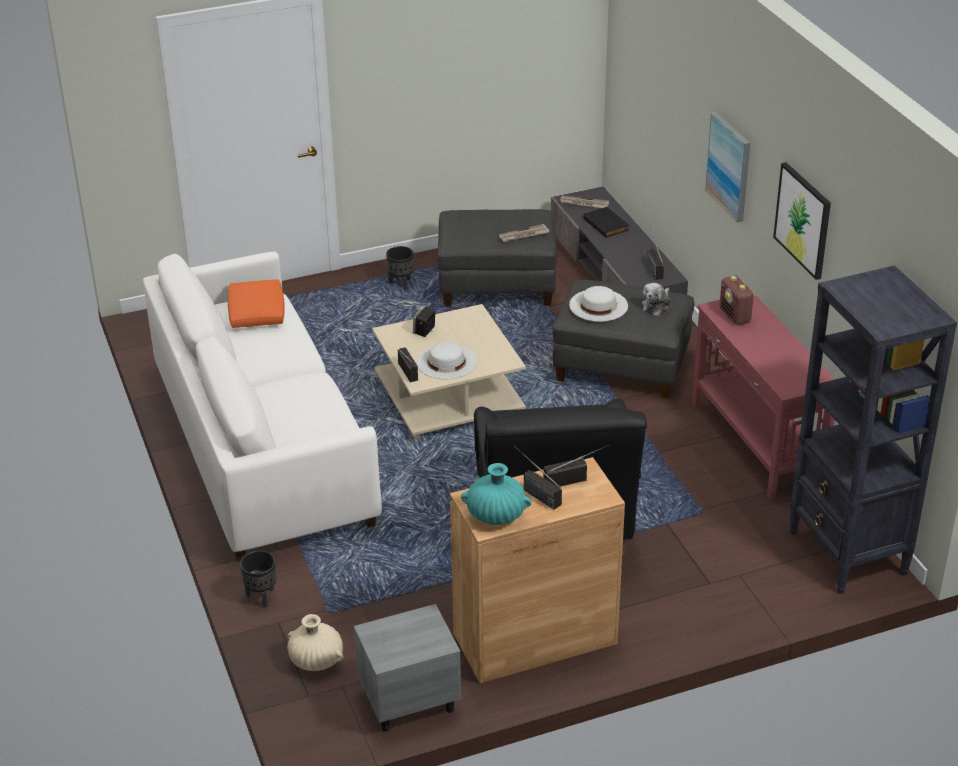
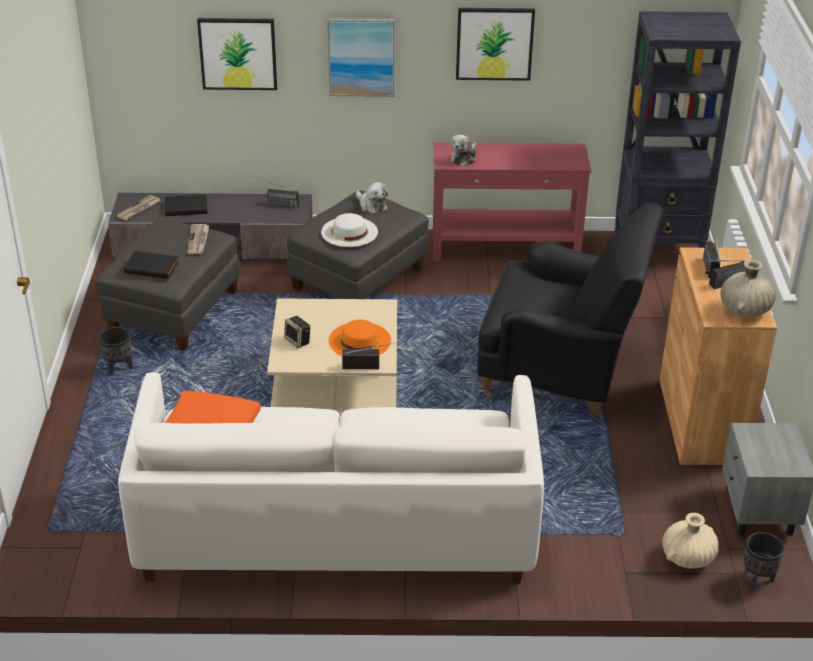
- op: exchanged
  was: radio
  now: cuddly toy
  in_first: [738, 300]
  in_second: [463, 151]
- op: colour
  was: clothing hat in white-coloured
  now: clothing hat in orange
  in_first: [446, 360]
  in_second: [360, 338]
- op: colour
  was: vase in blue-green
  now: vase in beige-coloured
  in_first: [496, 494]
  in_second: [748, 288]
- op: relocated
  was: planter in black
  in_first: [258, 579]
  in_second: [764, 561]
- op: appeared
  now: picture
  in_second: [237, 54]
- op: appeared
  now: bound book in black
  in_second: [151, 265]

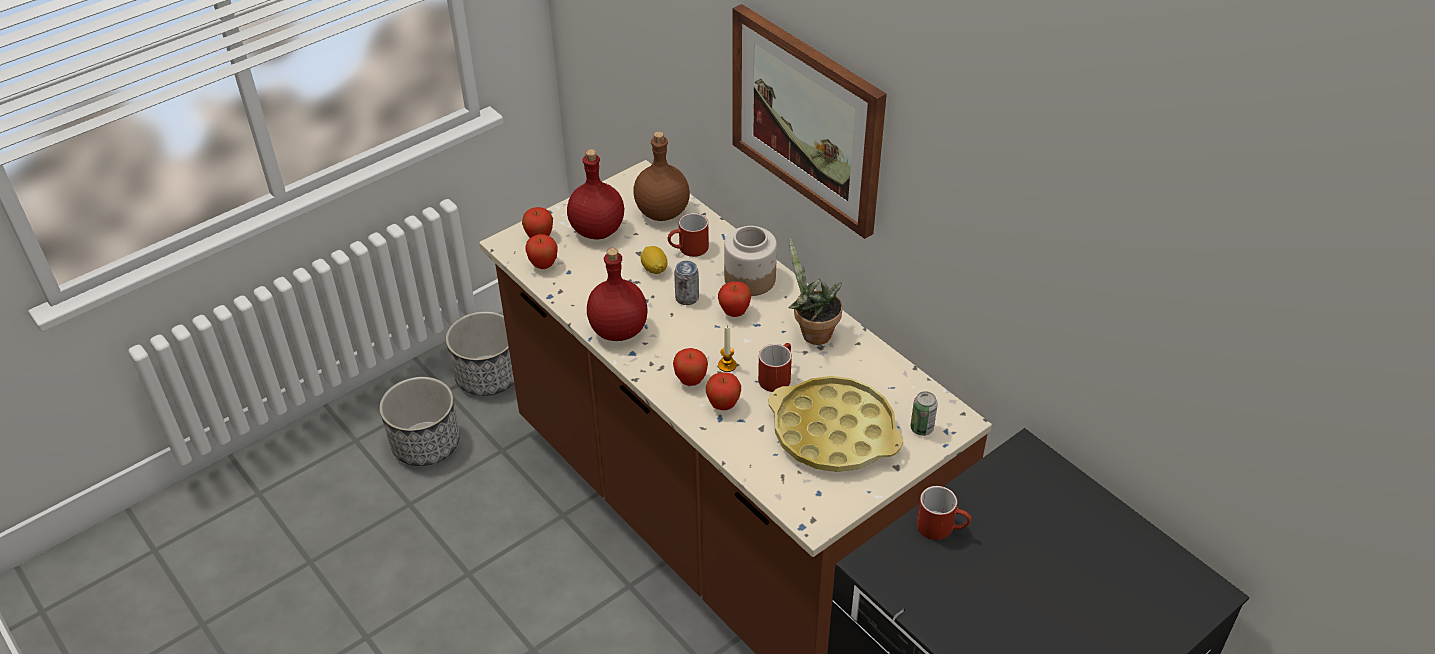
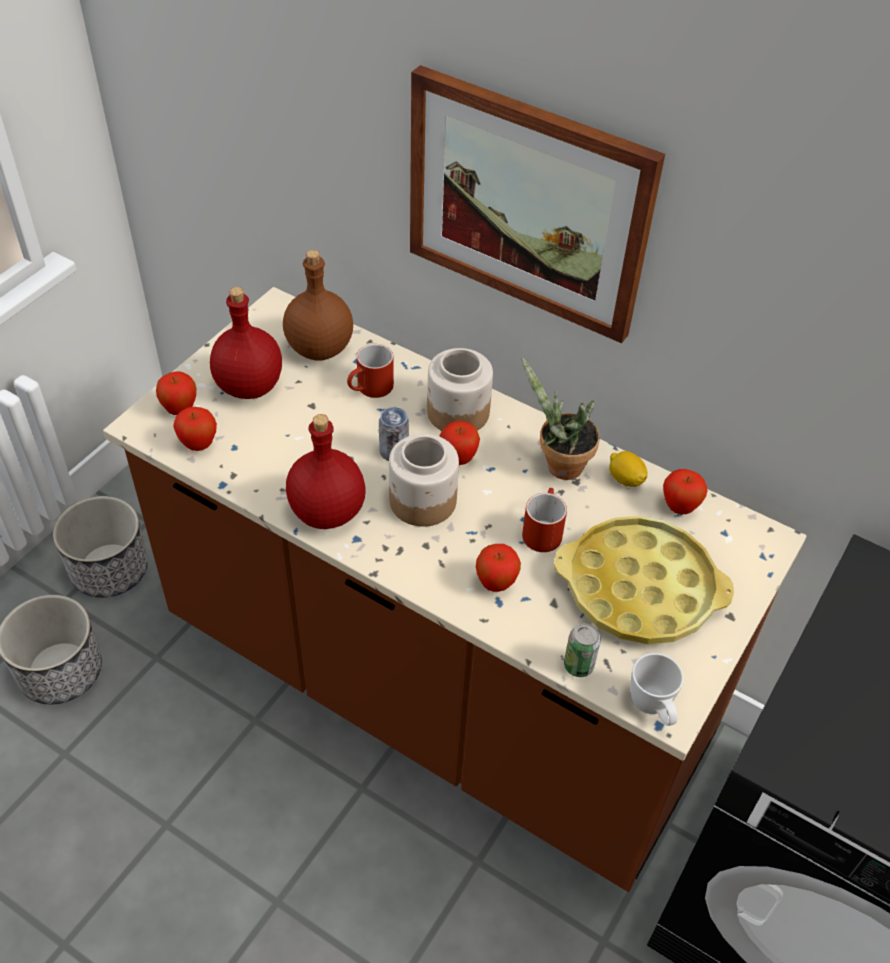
- op: relocated
  was: lemon
  in_first: [654, 260]
  in_second: [628, 469]
- op: missing
  was: candle
  in_first: [727, 349]
- op: relocated
  was: whole apple
  in_first: [690, 367]
  in_second: [685, 492]
- op: relocated
  was: can
  in_first: [924, 413]
  in_second: [582, 650]
- op: missing
  was: tea mug in reddish
  in_first: [943, 513]
- op: appeared
  now: storage jar
  in_second: [424, 480]
- op: appeared
  now: tea mug in white-coloured
  in_second: [657, 689]

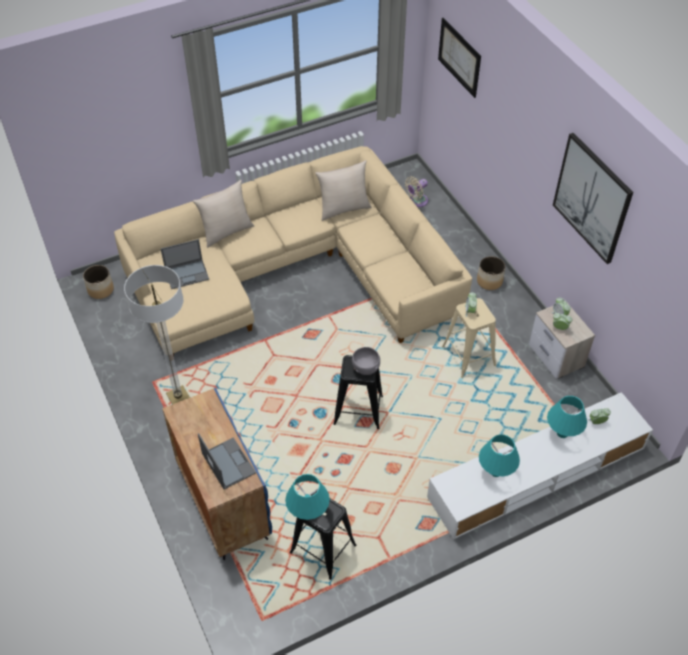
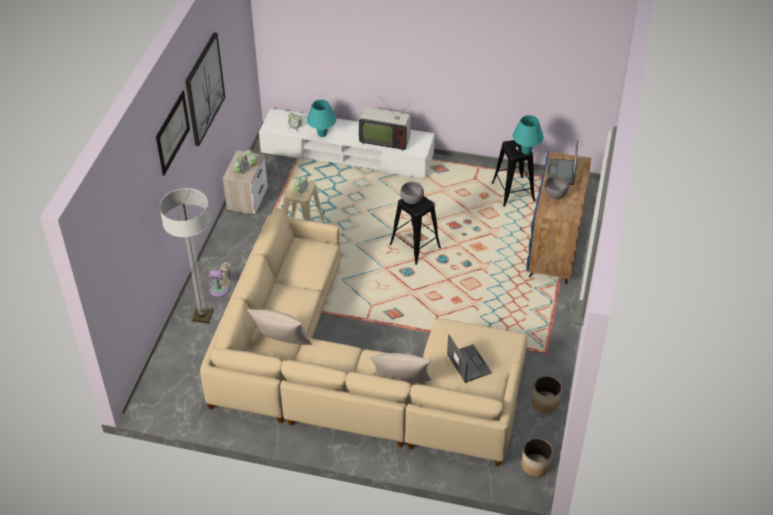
- op: relocated
  was: picture
  in_first: [459, 58]
  in_second: [173, 133]
- op: relocated
  was: cooling fan in beige-coloured
  in_first: [416, 191]
  in_second: [220, 279]
- op: spun
  was: notebook computer
  in_first: [185, 264]
  in_second: [469, 358]
  clockwise: 45
- op: relocated
  was: planter
  in_first: [491, 273]
  in_second: [547, 394]
- op: relocated
  was: floor lamp
  in_first: [157, 335]
  in_second: [186, 255]
- op: exchanged
  was: lamp for a table in blue-green
  now: TV set
  in_first: [499, 455]
  in_second: [385, 124]
- op: appeared
  now: deep dish in gray
  in_second: [556, 187]

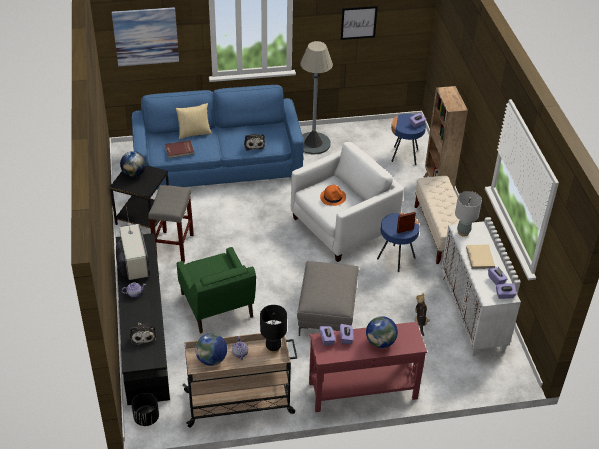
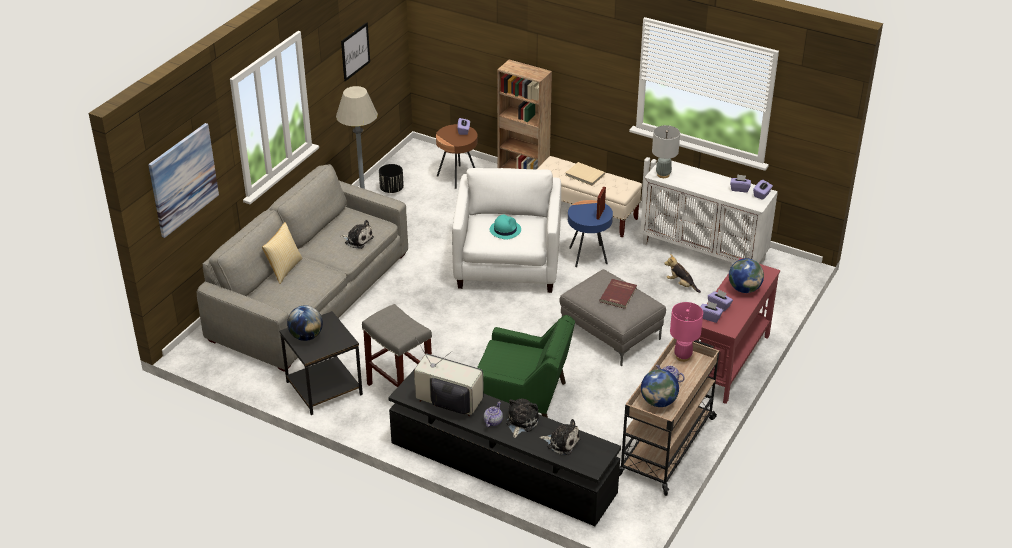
- op: colour
  was: sofa in blue-coloured
  now: sofa in gray
  in_first: [218, 137]
  in_second: [302, 268]
- op: colour
  was: accent table in blue-coloured
  now: accent table in brown
  in_first: [408, 139]
  in_second: [457, 156]
- op: relocated
  was: bound book in reddish
  in_first: [179, 149]
  in_second: [618, 294]
- op: colour
  was: clothing hat in orange
  now: clothing hat in blue-green
  in_first: [333, 195]
  in_second: [505, 227]
- op: relocated
  was: bound book in beige-coloured
  in_first: [480, 256]
  in_second: [585, 174]
- op: colour
  was: lamp for a table in black
  now: lamp for a table in pink-coloured
  in_first: [273, 329]
  in_second: [686, 332]
- op: relocated
  was: planter in black
  in_first: [145, 409]
  in_second: [391, 178]
- op: appeared
  now: cuddly toy
  in_second: [522, 418]

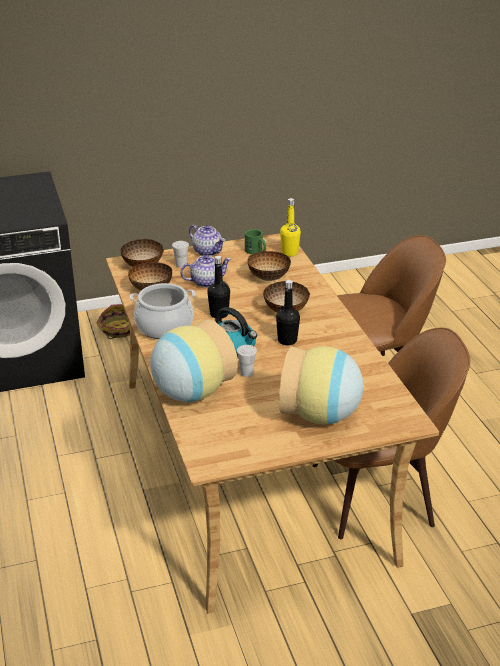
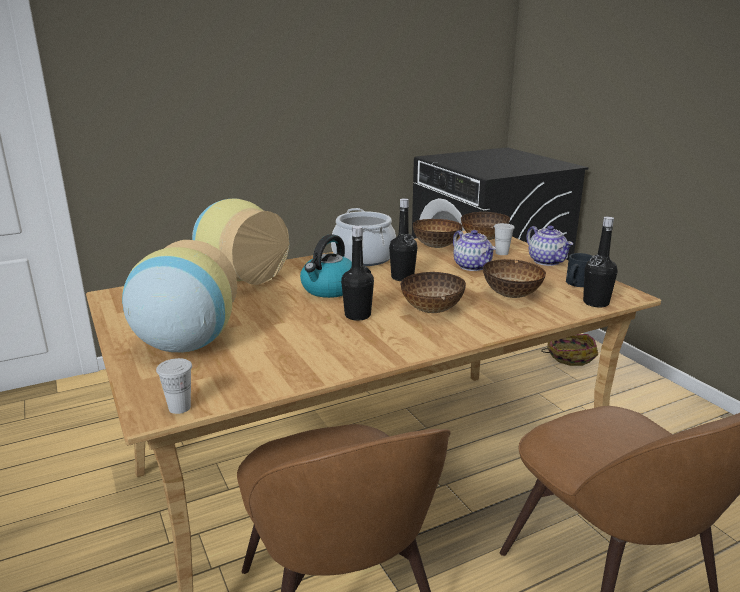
- op: colour
  was: drink bottle in yellowish
  now: drink bottle in black
  in_first: [290, 227]
  in_second: [600, 262]
- op: spun
  was: teapot
  in_first: [207, 240]
  in_second: [549, 245]
  clockwise: -60
- op: colour
  was: tea mug in green-coloured
  now: tea mug in black
  in_first: [255, 241]
  in_second: [579, 270]
- op: relocated
  was: small cup in white-coloured
  in_first: [247, 361]
  in_second: [174, 386]

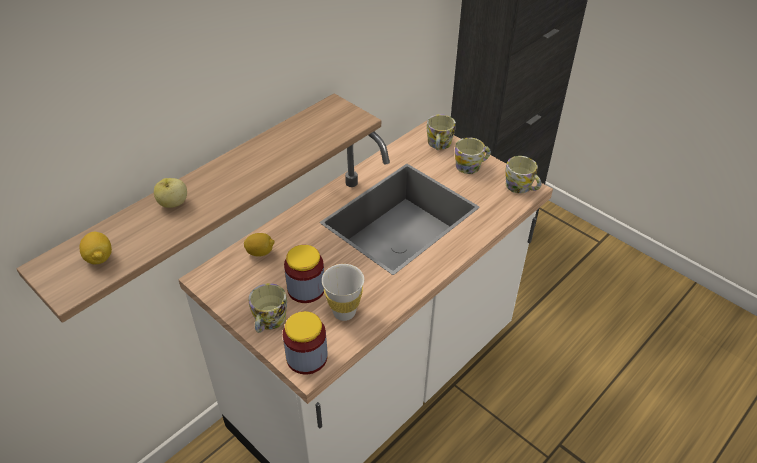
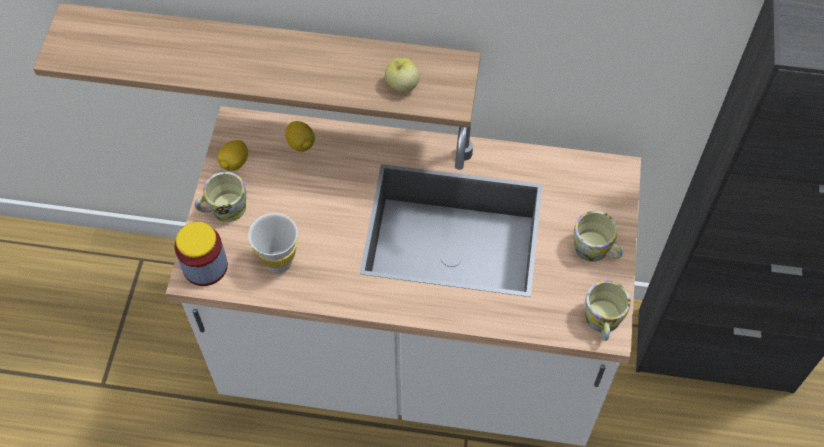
- op: missing
  was: tea mug
  in_first: [441, 132]
- op: relocated
  was: whole apple
  in_first: [170, 193]
  in_second: [402, 75]
- op: relocated
  was: lemon
  in_first: [96, 248]
  in_second: [232, 155]
- op: missing
  was: storage jar
  in_first: [304, 274]

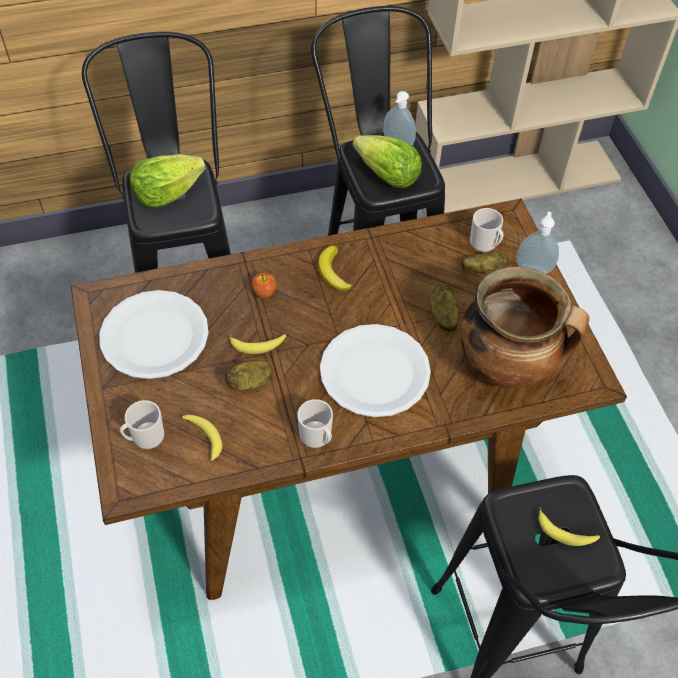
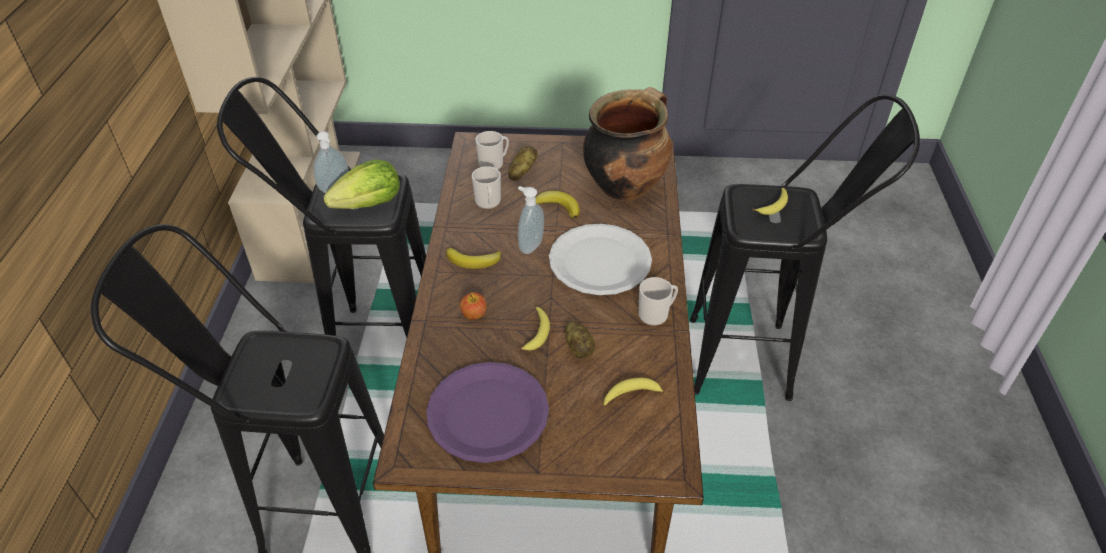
- op: missing
  was: head of lettuce
  in_first: [168, 181]
- op: relocated
  was: soap dispenser
  in_first: [538, 242]
  in_second: [531, 220]
- op: exchanged
  was: spud
  now: banana
  in_first: [444, 308]
  in_second: [557, 205]
- op: colour
  was: plate in white-coloured
  now: plate in purple-coloured
  in_first: [154, 334]
  in_second: [487, 412]
- op: relocated
  was: tea mug
  in_first: [142, 424]
  in_second: [486, 187]

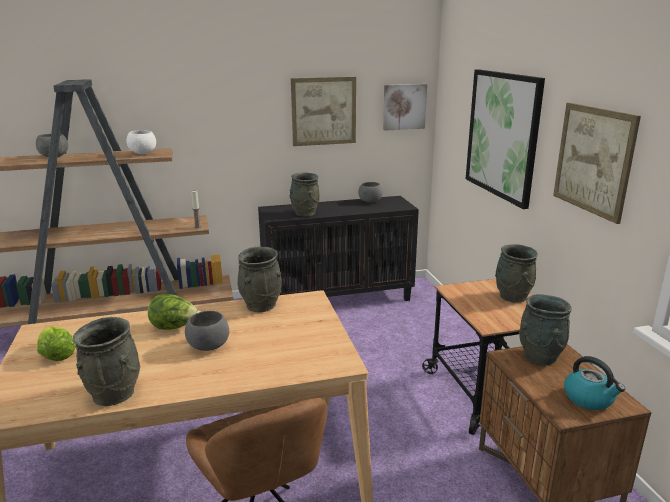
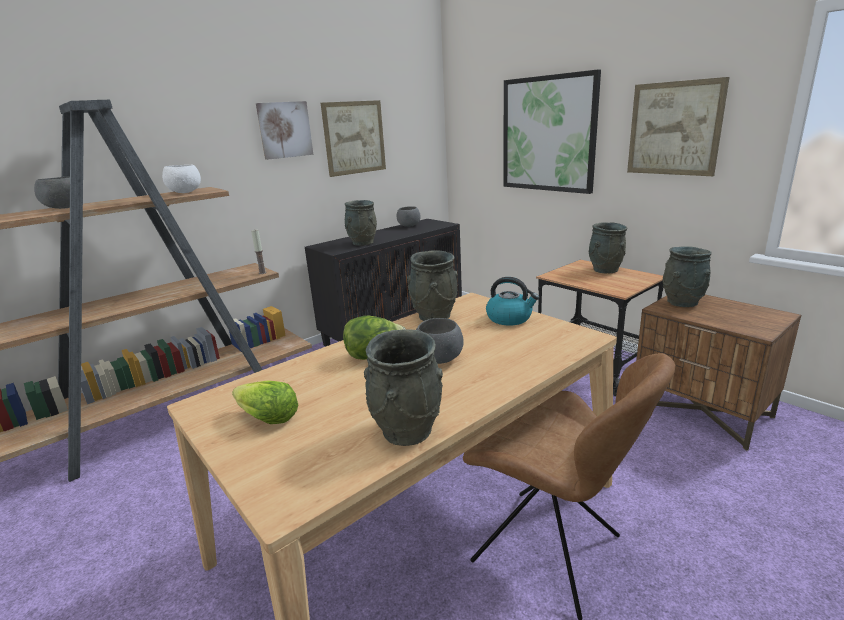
- op: relocated
  was: picture
  in_first: [405, 107]
  in_second: [284, 130]
- op: relocated
  was: kettle
  in_first: [594, 383]
  in_second: [512, 301]

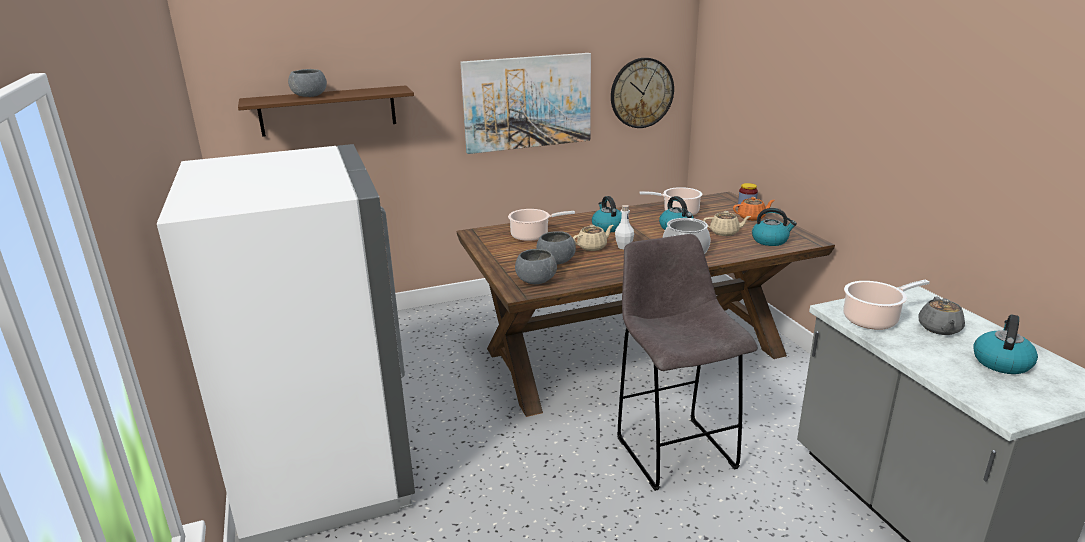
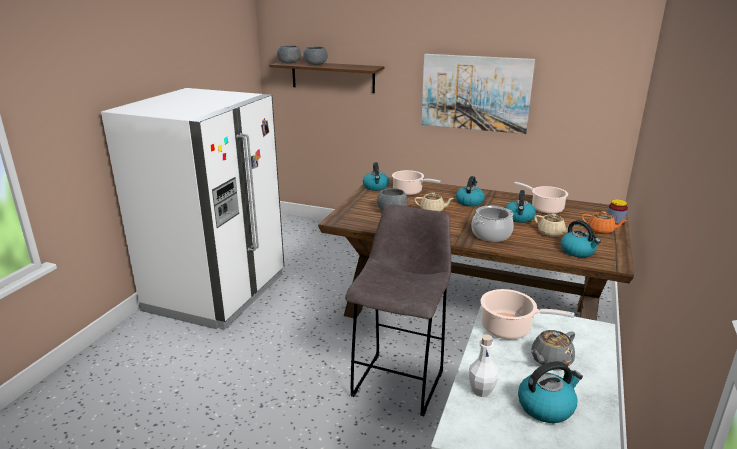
- op: missing
  was: hanging clock
  in_first: [642, 93]
- op: relocated
  was: drink bottle in white-coloured
  in_first: [624, 227]
  in_second: [483, 365]
- op: relocated
  was: deep dish in gray
  in_first: [536, 266]
  in_second: [289, 54]
- op: appeared
  now: kettle
  in_second: [376, 176]

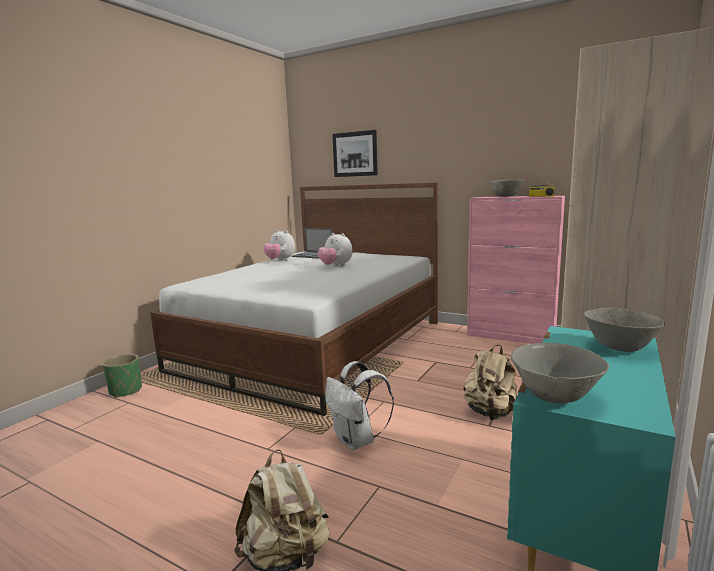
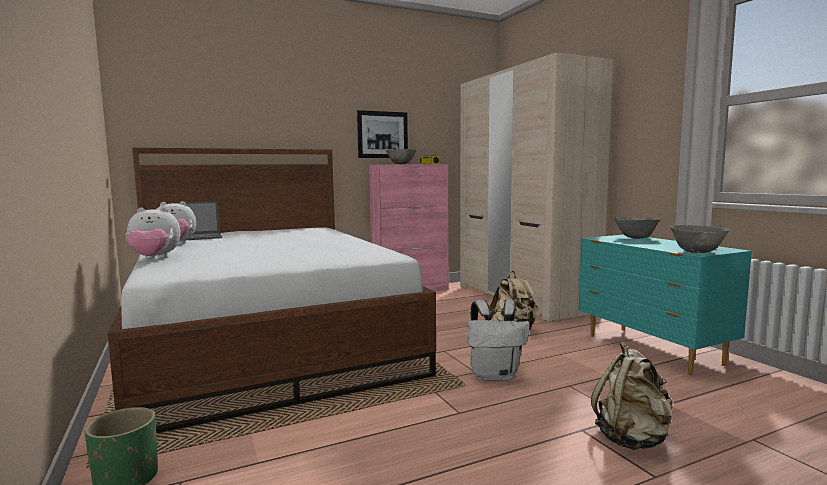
- op: relocated
  was: picture
  in_first: [355, 153]
  in_second: [382, 134]
- op: relocated
  was: cuddly toy
  in_first: [335, 250]
  in_second: [153, 233]

